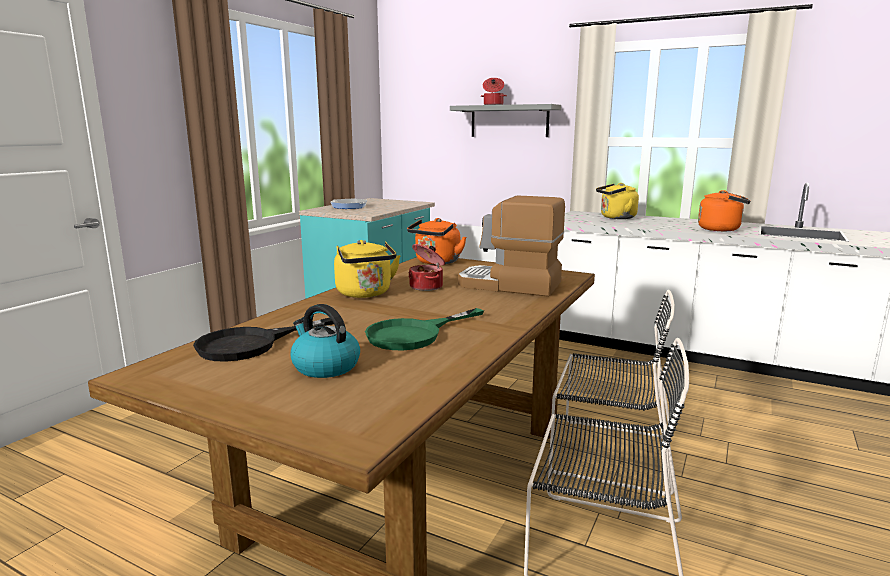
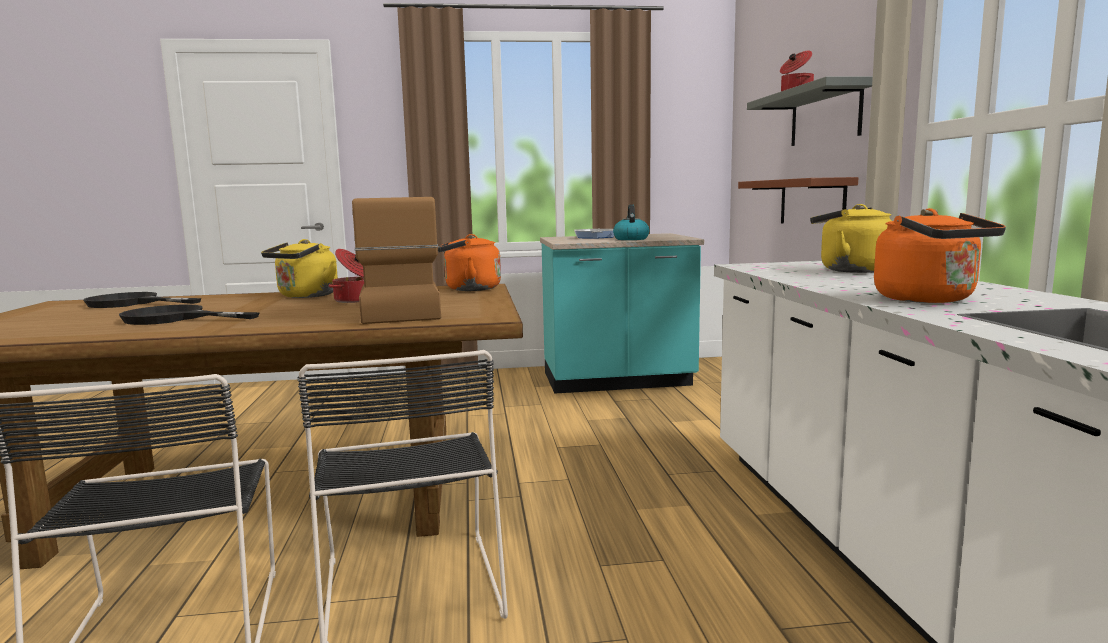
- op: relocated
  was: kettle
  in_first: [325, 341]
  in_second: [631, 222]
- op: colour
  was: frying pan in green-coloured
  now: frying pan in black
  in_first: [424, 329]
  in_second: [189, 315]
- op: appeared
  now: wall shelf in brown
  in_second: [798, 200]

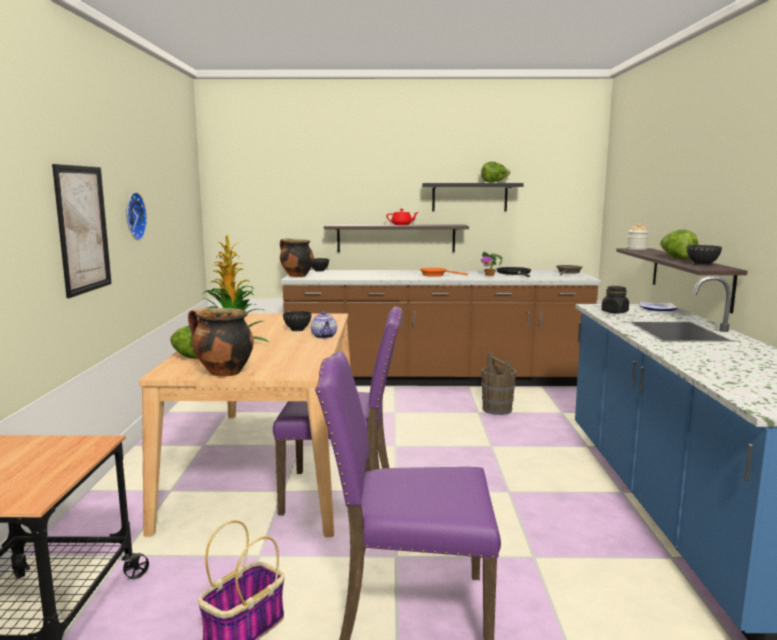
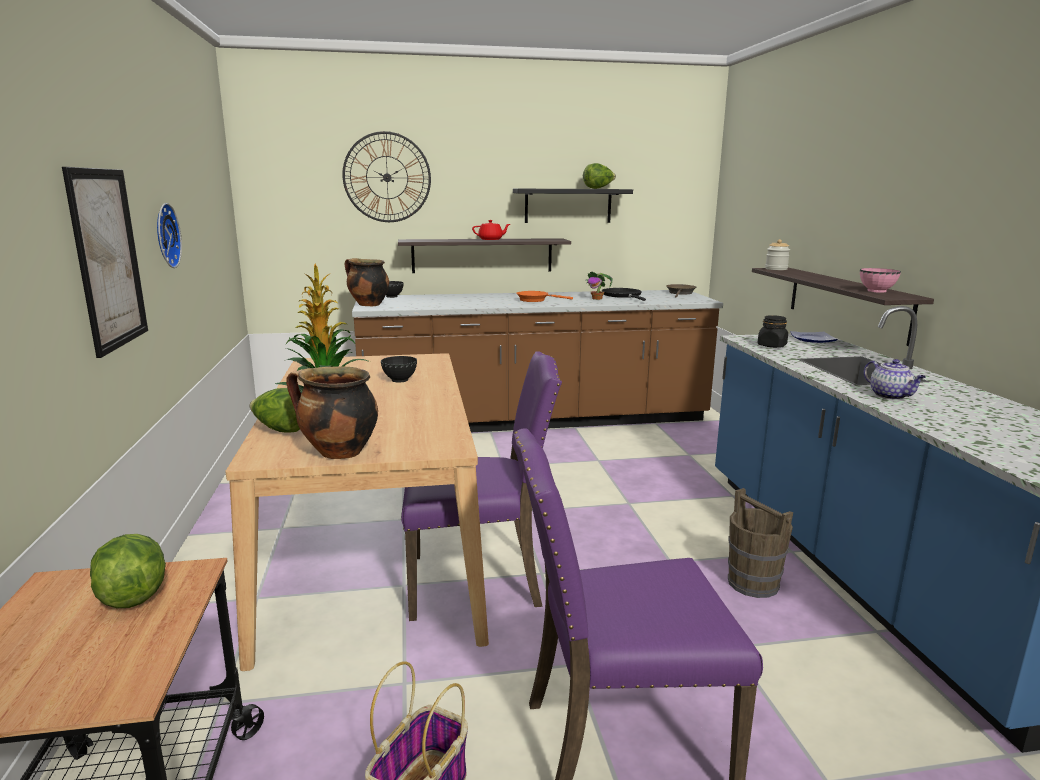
- op: relocated
  was: head of lettuce
  in_first: [679, 244]
  in_second: [128, 571]
- op: colour
  was: deep dish in black
  now: deep dish in pink-coloured
  in_first: [704, 255]
  in_second: [880, 280]
- op: relocated
  was: teapot
  in_first: [324, 325]
  in_second: [895, 379]
- op: relocated
  was: bucket in brown
  in_first: [498, 384]
  in_second: [760, 543]
- op: appeared
  now: hanging clock
  in_second: [386, 176]

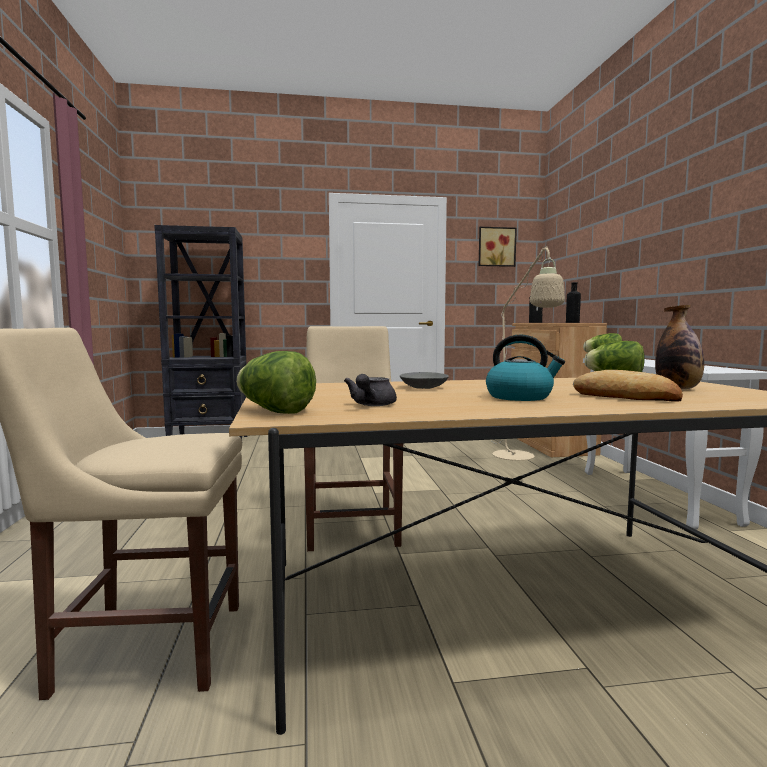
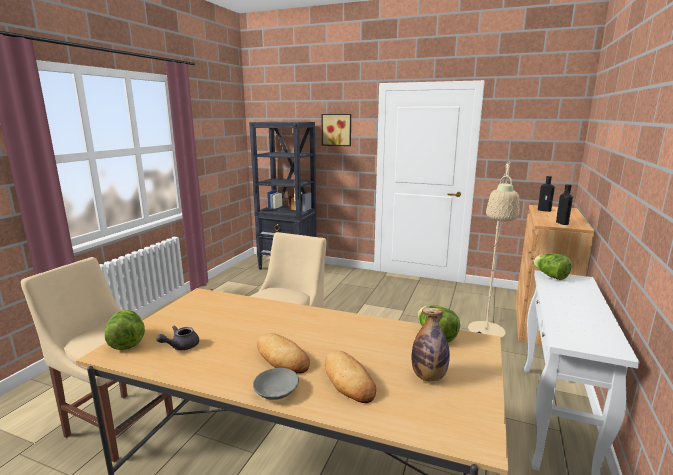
- op: relocated
  was: picture
  in_first: [498, 247]
  in_second: [336, 130]
- op: exchanged
  was: kettle
  now: bread
  in_first: [525, 368]
  in_second: [283, 353]
- op: relocated
  was: deep dish in gray
  in_first: [424, 380]
  in_second: [276, 384]

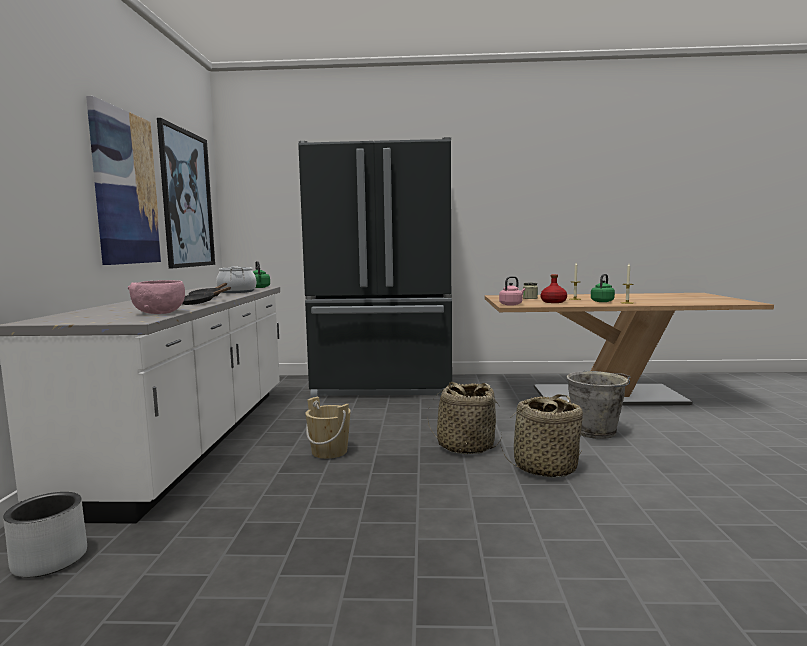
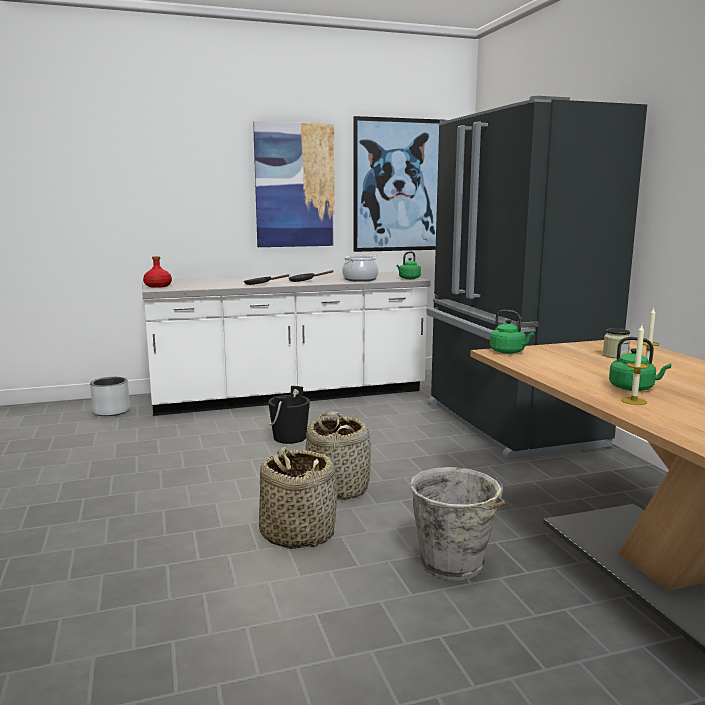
- op: relocated
  was: drink bottle in reddish
  in_first: [554, 288]
  in_second: [157, 272]
- op: colour
  was: kettle in pink-coloured
  now: kettle in green-coloured
  in_first: [512, 291]
  in_second: [512, 332]
- op: missing
  was: deep dish in pink-coloured
  in_first: [156, 297]
- op: colour
  was: bucket in beige-coloured
  now: bucket in black
  in_first: [328, 428]
  in_second: [289, 415]

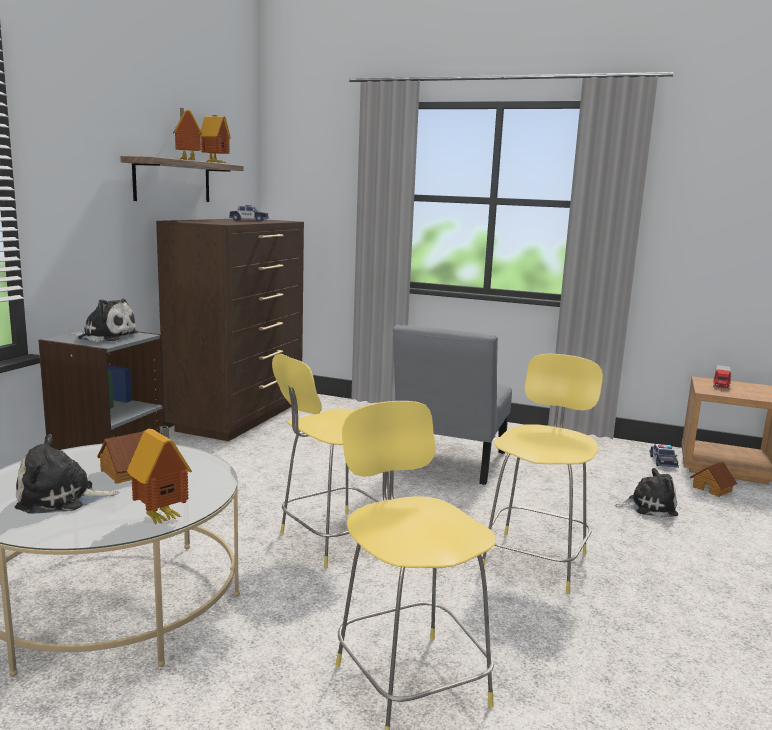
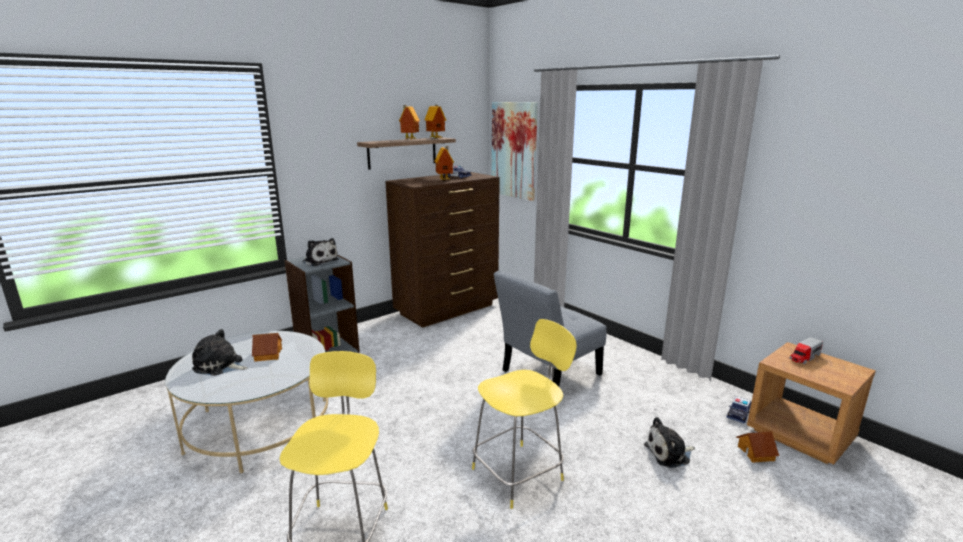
- op: missing
  was: stool seat in yellowish
  in_first: [331, 461]
- op: relocated
  was: model house
  in_first: [159, 475]
  in_second: [444, 163]
- op: spun
  was: cuddly toy
  in_first: [646, 493]
  in_second: [669, 442]
  clockwise: 135
- op: appeared
  now: picture
  in_second: [515, 151]

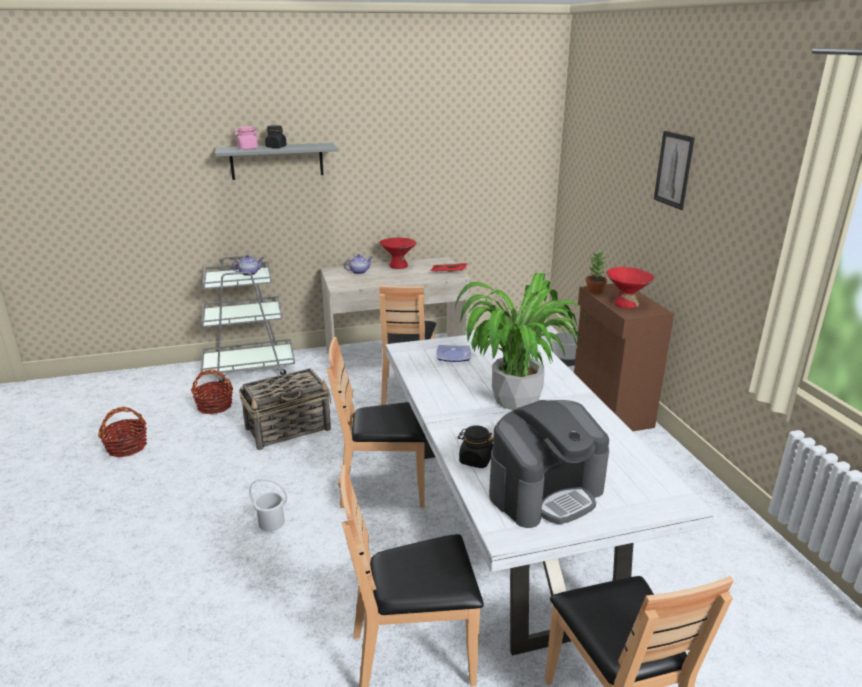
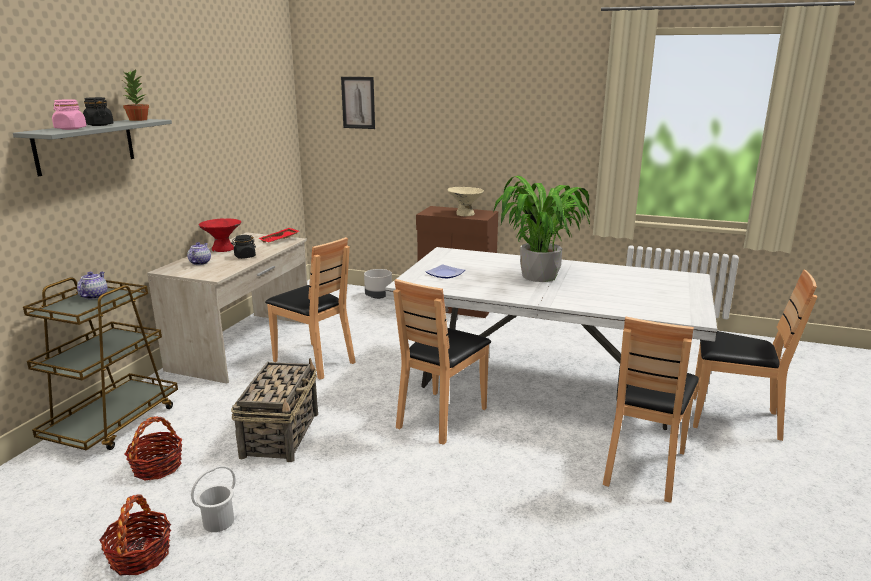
- op: relocated
  was: picture
  in_first: [674, 170]
  in_second: [358, 103]
- op: relocated
  was: plant in a pot
  in_first: [596, 272]
  in_second: [136, 95]
- op: colour
  was: wheeled cart in gray
  now: wheeled cart in brown
  in_first: [247, 319]
  in_second: [100, 364]
- op: colour
  was: deep dish in reddish
  now: deep dish in beige-coloured
  in_first: [630, 287]
  in_second: [465, 201]
- op: missing
  was: coffee brewer
  in_first: [549, 464]
- op: relocated
  was: storage jar in black
  in_first: [475, 446]
  in_second: [243, 247]
- op: relocated
  was: bucket in white-coloured
  in_first: [268, 505]
  in_second: [213, 499]

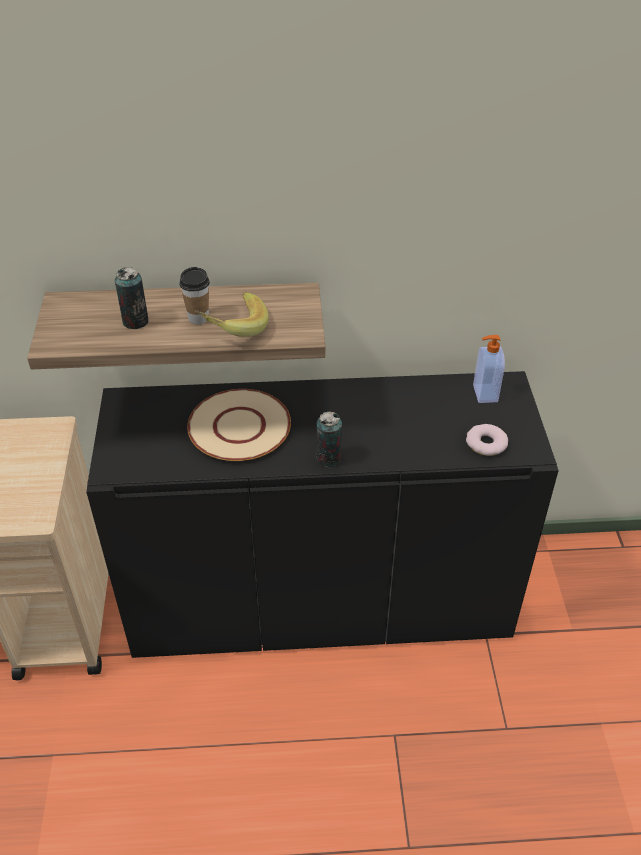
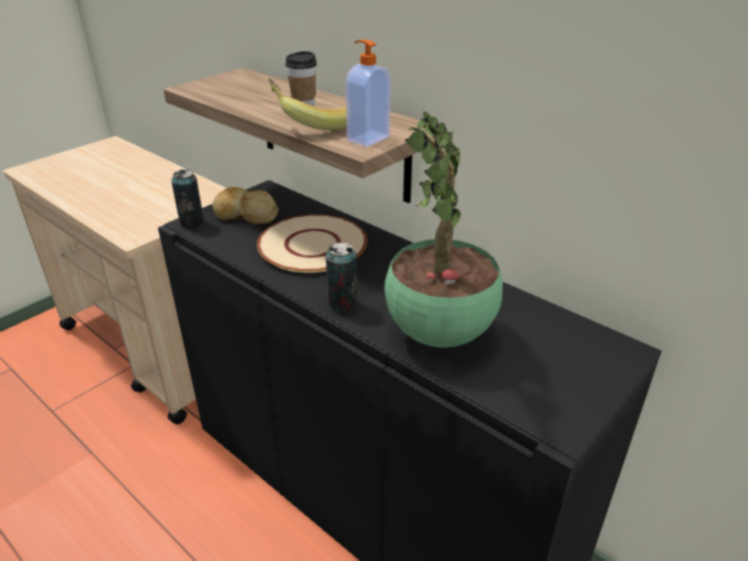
- op: relocated
  was: can
  in_first: [131, 298]
  in_second: [187, 199]
- op: relocated
  was: soap dispenser
  in_first: [489, 369]
  in_second: [368, 93]
- op: missing
  was: donut
  in_first: [487, 440]
- op: appeared
  now: plant in a pot
  in_second: [443, 229]
- op: appeared
  now: bread
  in_second: [245, 206]

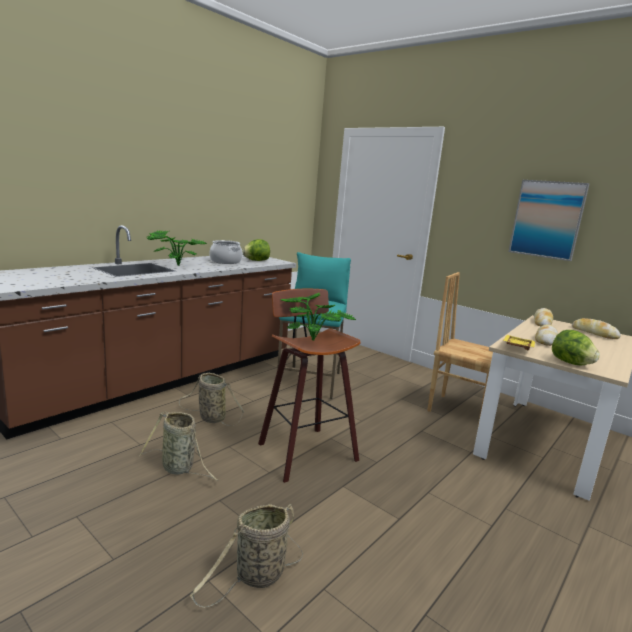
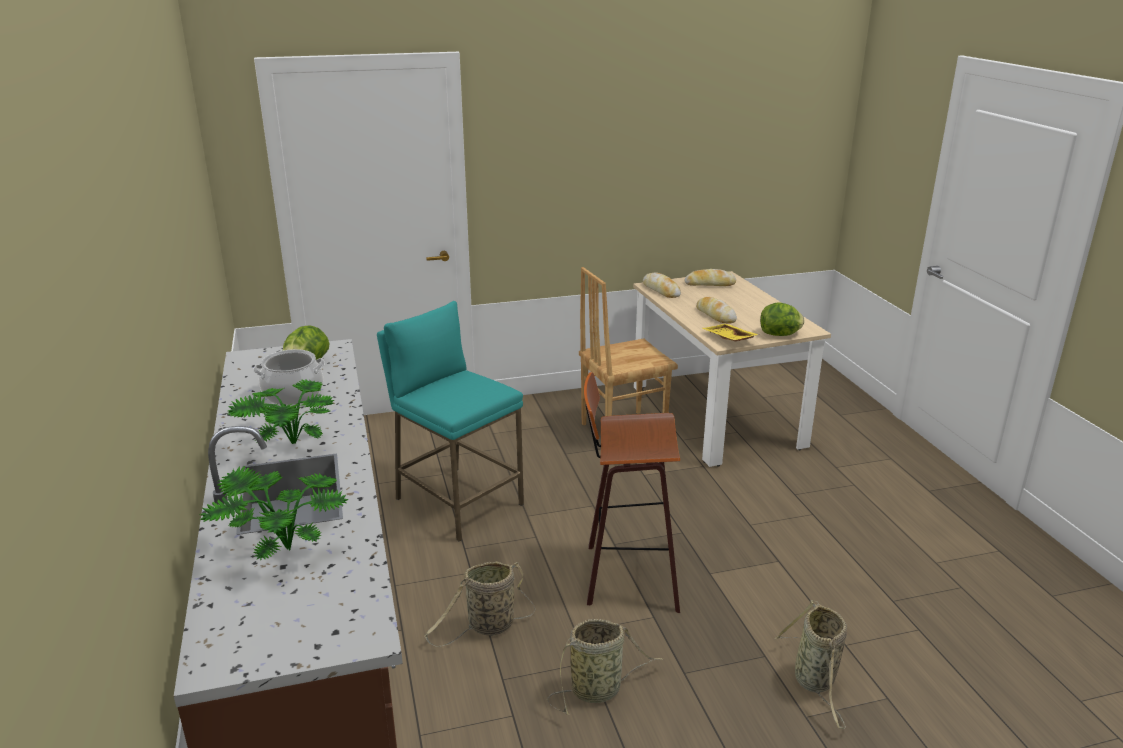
- op: missing
  was: picture
  in_first: [549, 220]
- op: relocated
  was: plant in a pot
  in_first: [318, 317]
  in_second: [273, 513]

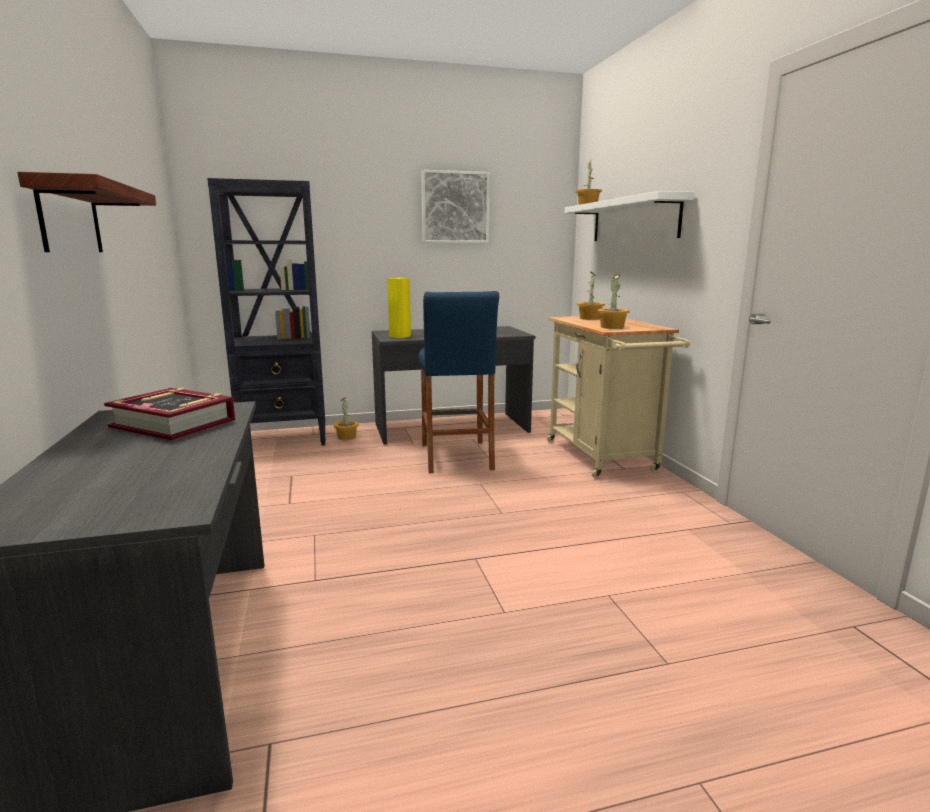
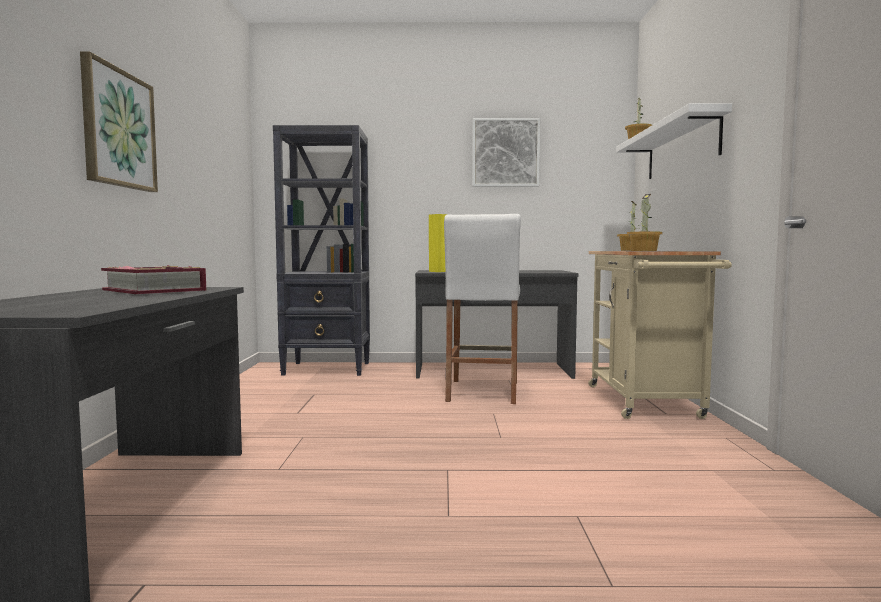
- op: exchanged
  was: wall shelf
  now: picture
  in_first: [86, 212]
  in_second: [119, 121]
- op: colour
  was: stool seat in blue-coloured
  now: stool seat in white-coloured
  in_first: [458, 382]
  in_second: [482, 309]
- op: missing
  was: plant in a pot
  in_first: [346, 418]

